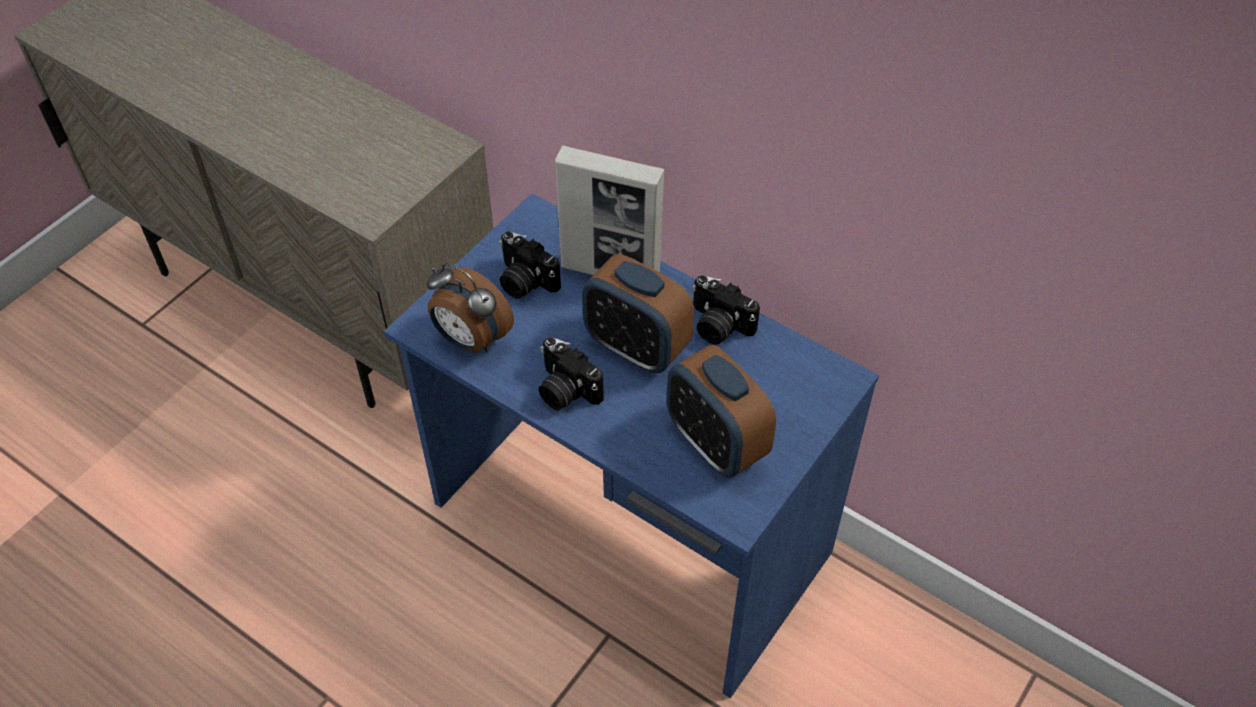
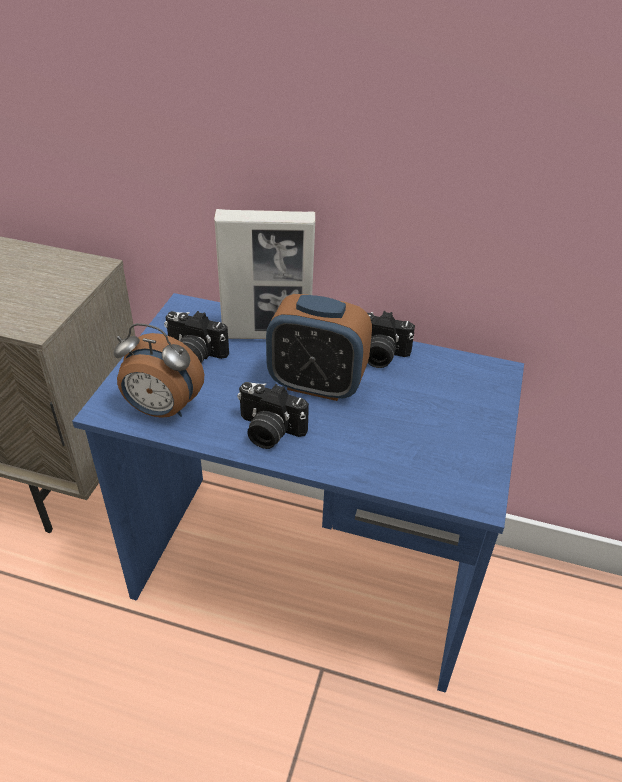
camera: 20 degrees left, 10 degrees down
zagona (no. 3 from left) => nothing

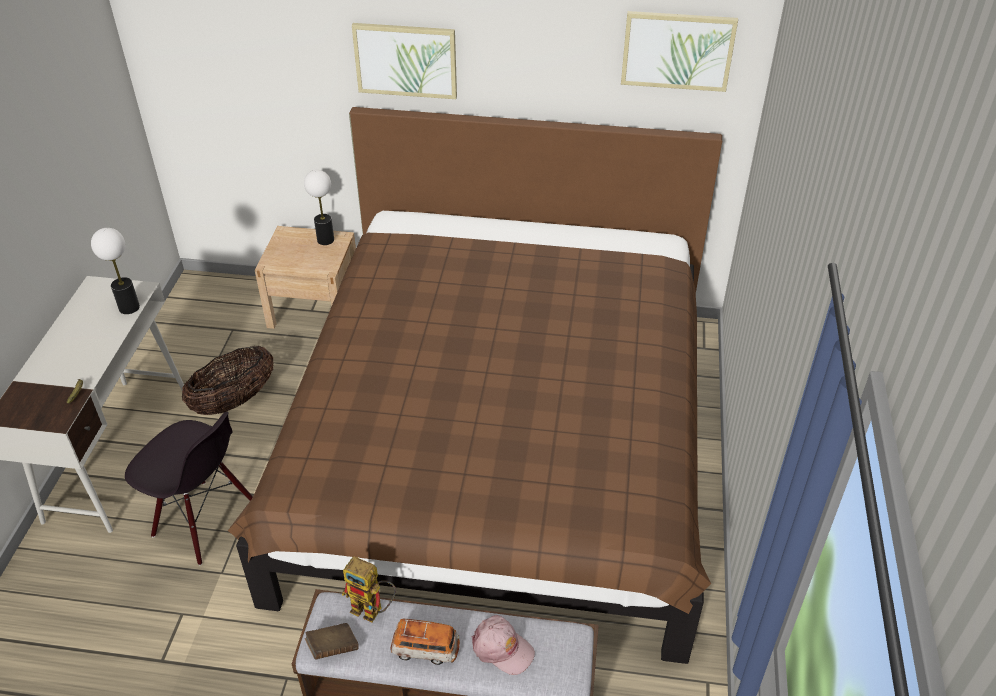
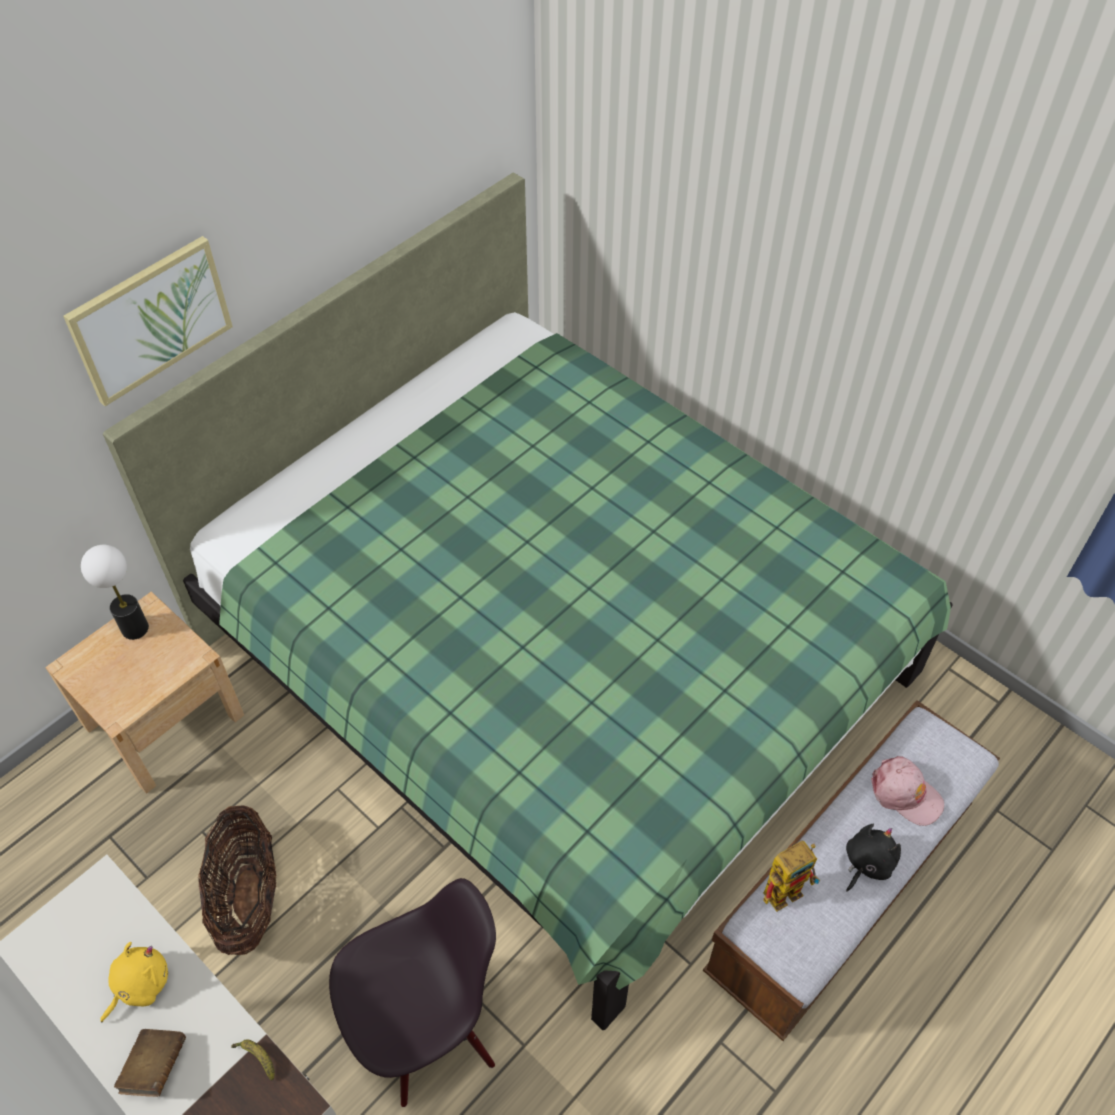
camera: 55 degrees left, 10 degrees up
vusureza (no. 1 from left) => nothing
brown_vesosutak => green_vesosutak
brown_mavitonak, shifted
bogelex => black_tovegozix
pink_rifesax, 60 degrees clockwise
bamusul (no. 2 from left) => nothing
nothing => yellow_tovegozix

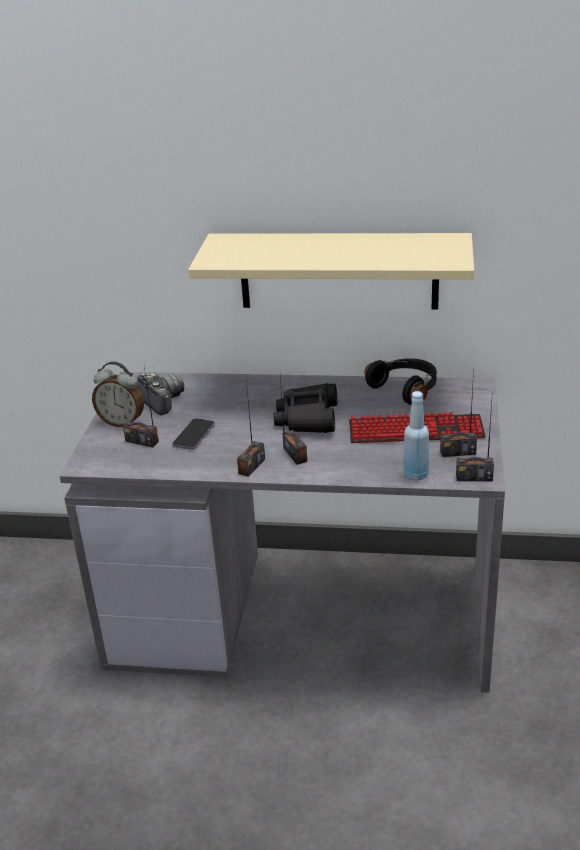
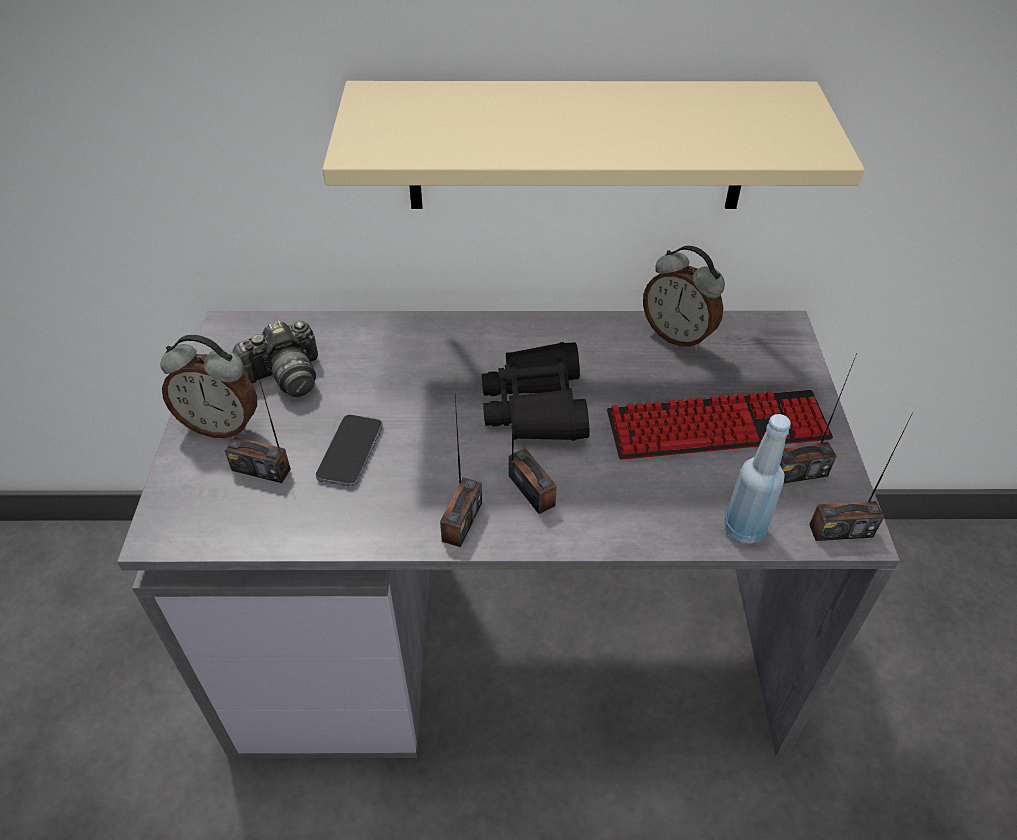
camera: 10 degrees left, 15 degrees up
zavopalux, 105 degrees clockwise
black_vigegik => zagona (no. 2 from left)

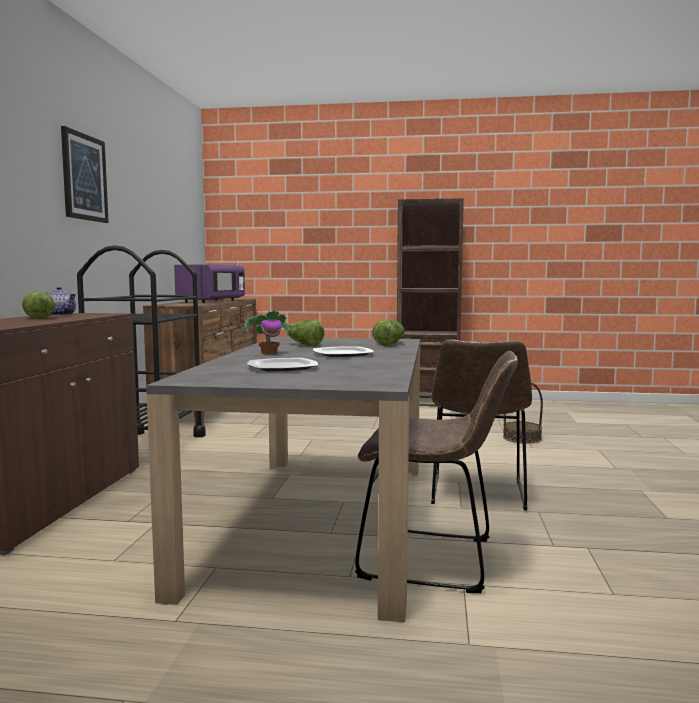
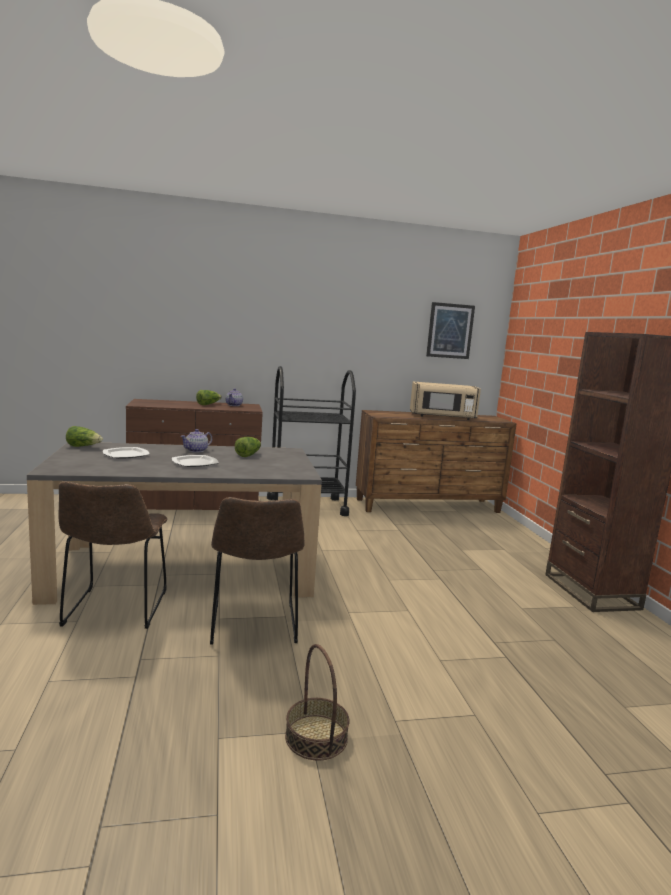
camera: 70 degrees right, 5 degrees up
bamusul, shifted
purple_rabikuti => beige_rabikuti
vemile => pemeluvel (no. 1 from left)
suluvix (no. 3 from left in the first image) => suluvix (no. 1 from left), shifted
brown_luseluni (no. 2 from left), 90 degrees counterclockwise
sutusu, shifted

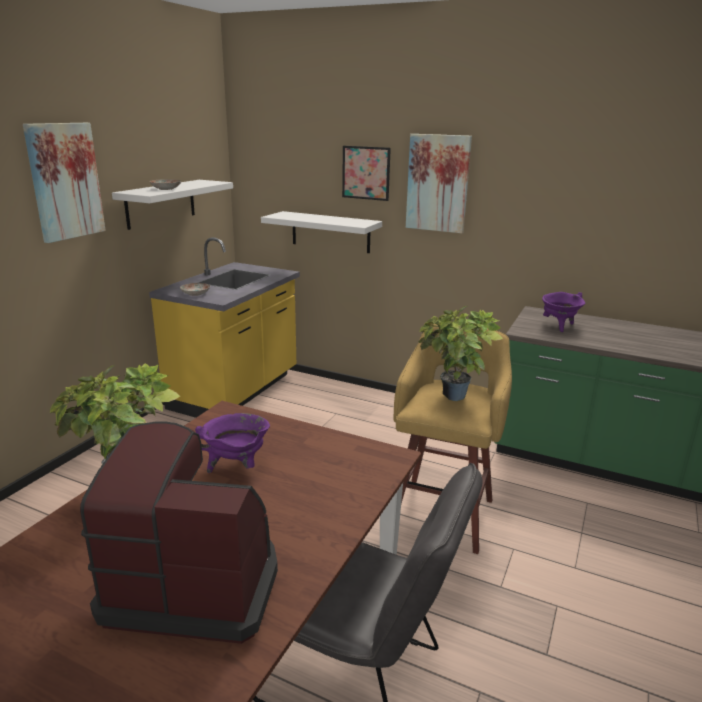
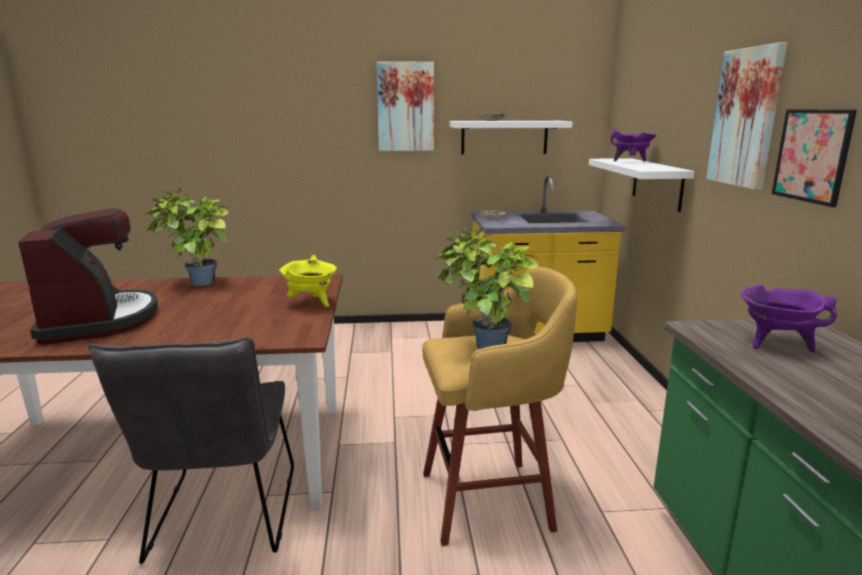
camera: 60 degrees right, 5 degrees down
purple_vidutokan (no. 1 from left), shifted
bamusul (no. 2 from left in the first image) => bamusul (no. 3 from left), shifted
nothing => yellow_vidutokan

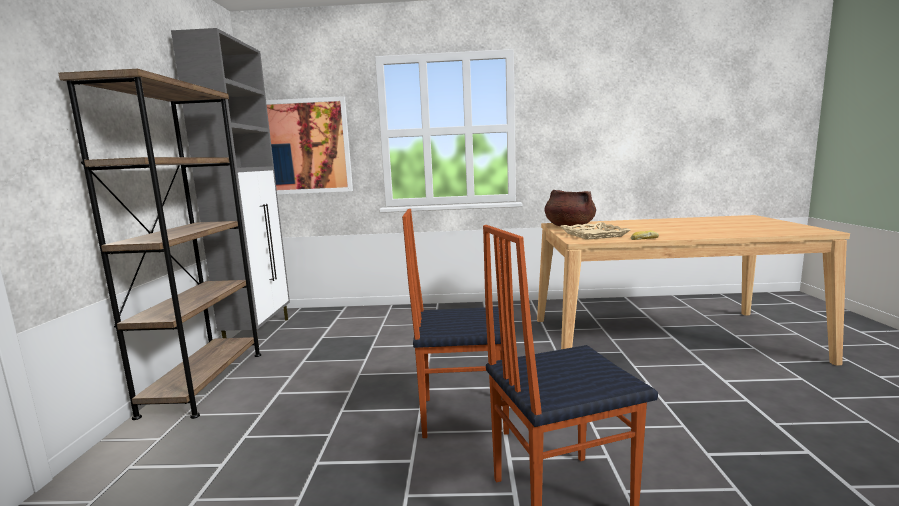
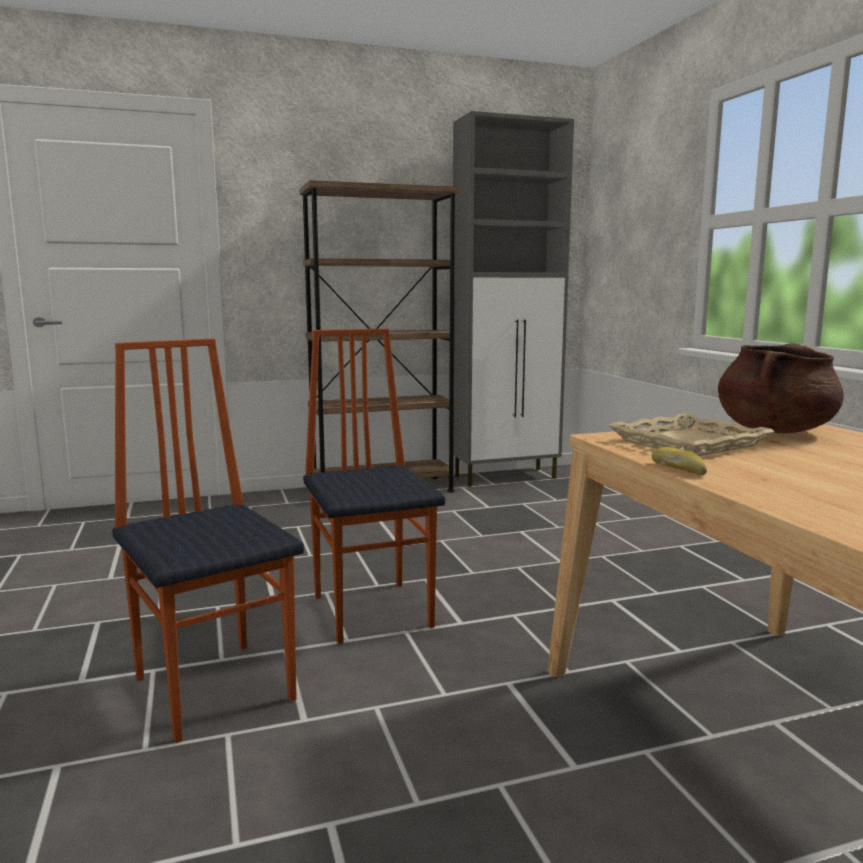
camera: 70 degrees right, 0 degrees up
bamusul => nothing

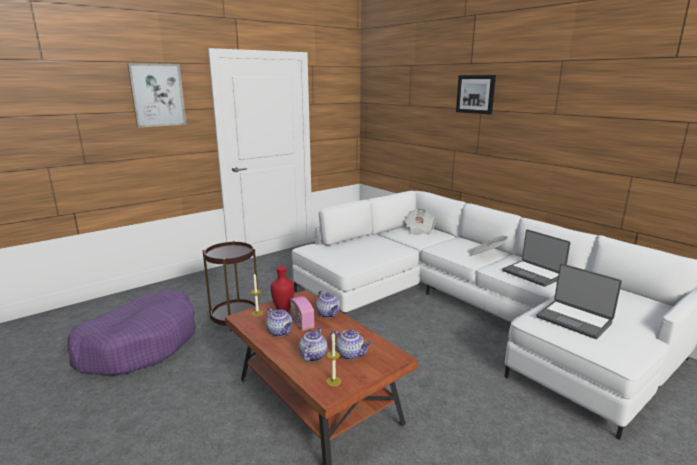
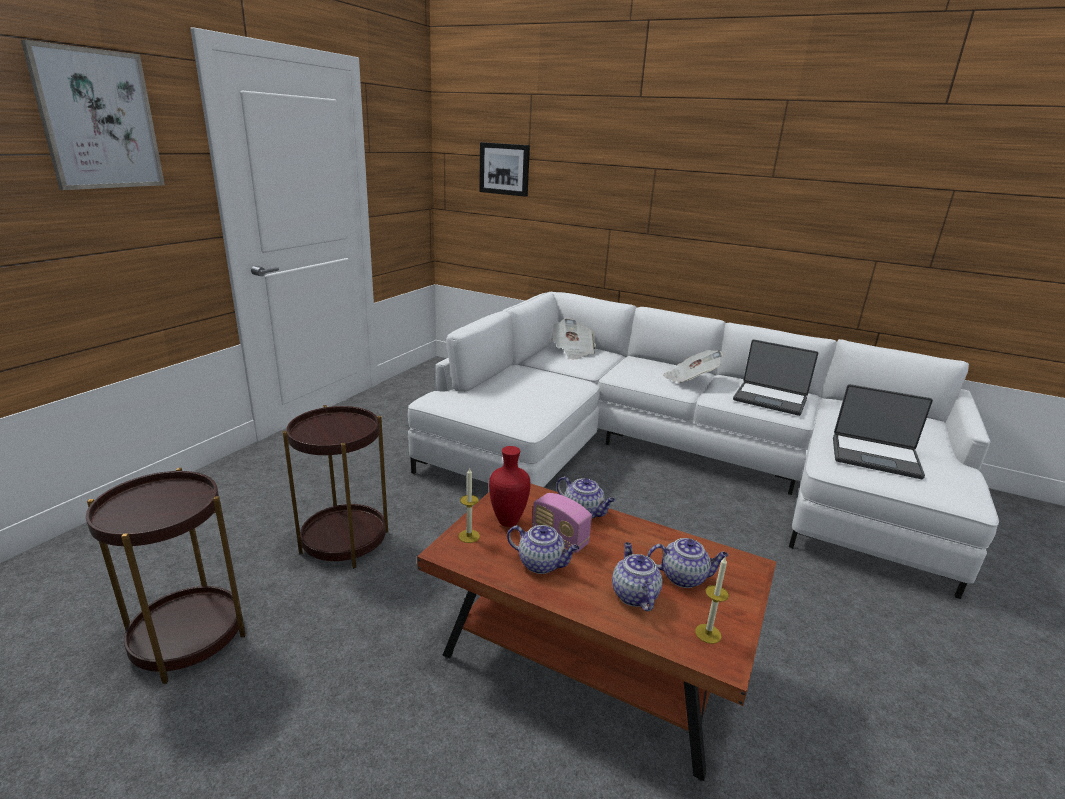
camera: 25 degrees left, 5 degrees up
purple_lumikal => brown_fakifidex (no. 1 from left)
bamusul (no. 2 from left), shifted

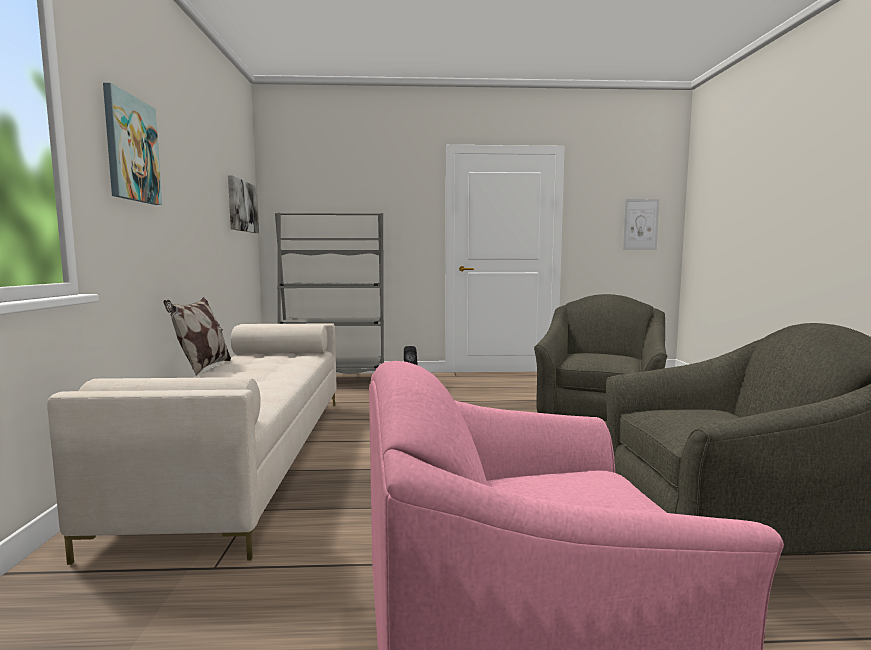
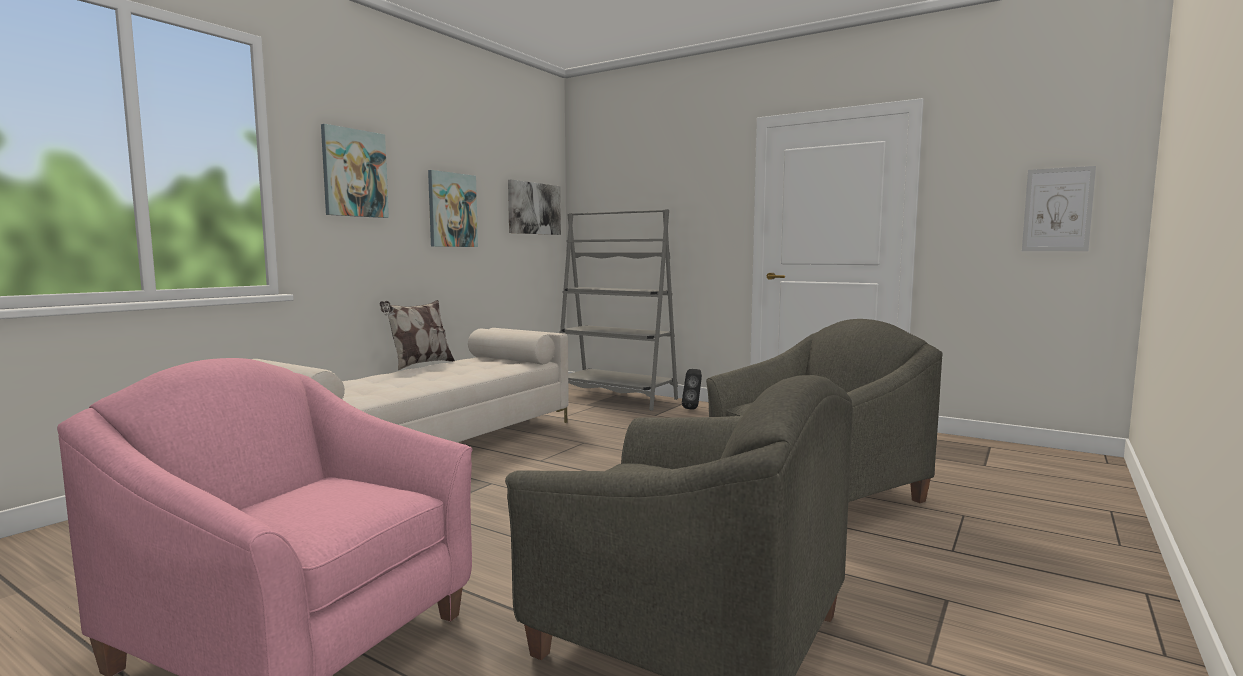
camera: 35 degrees right, 0 degrees up
nothing => bamusul (no. 2 from left)

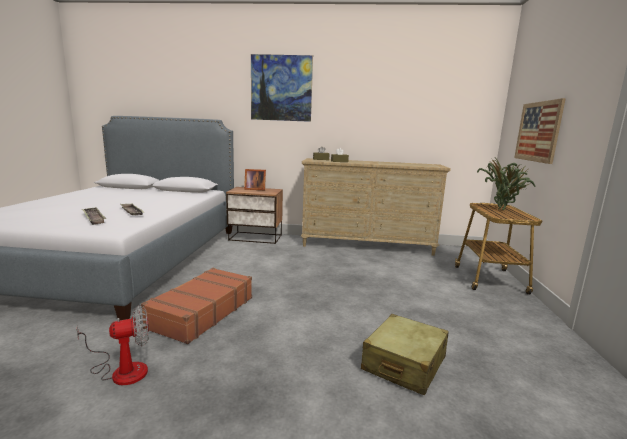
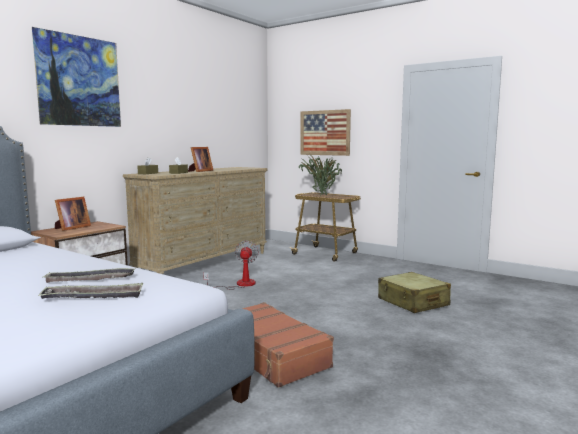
camera: 60 degrees left, 5 degrees down
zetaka, shifted
nothing => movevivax (no. 2 from left)

